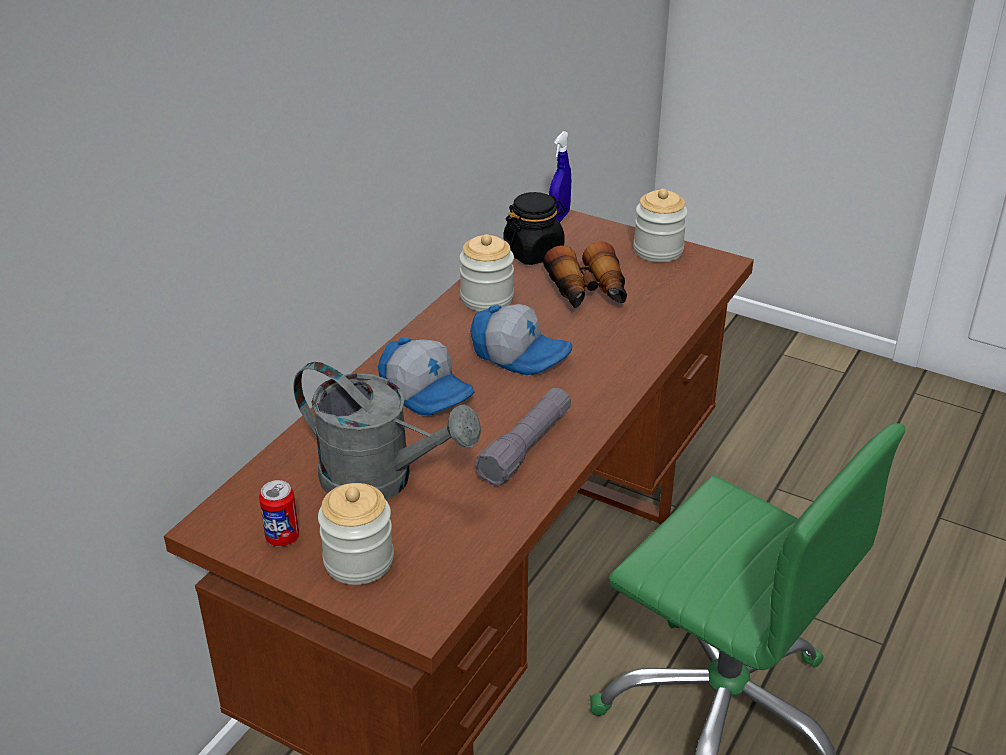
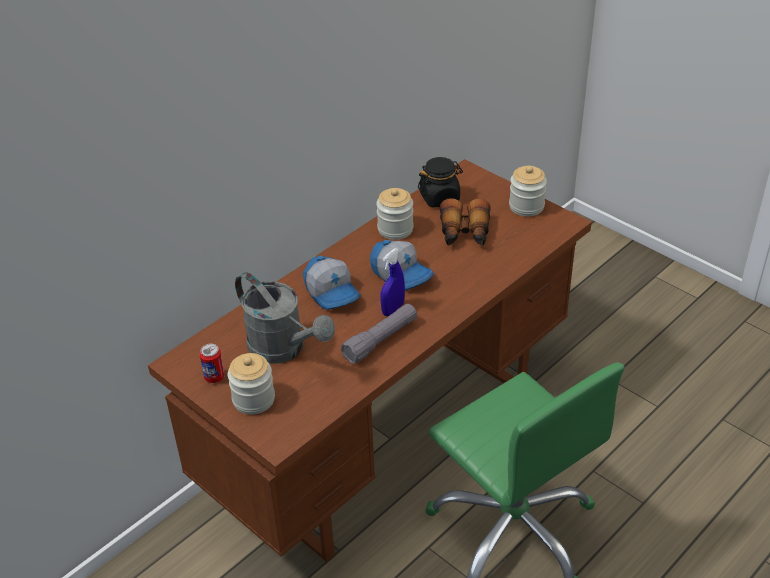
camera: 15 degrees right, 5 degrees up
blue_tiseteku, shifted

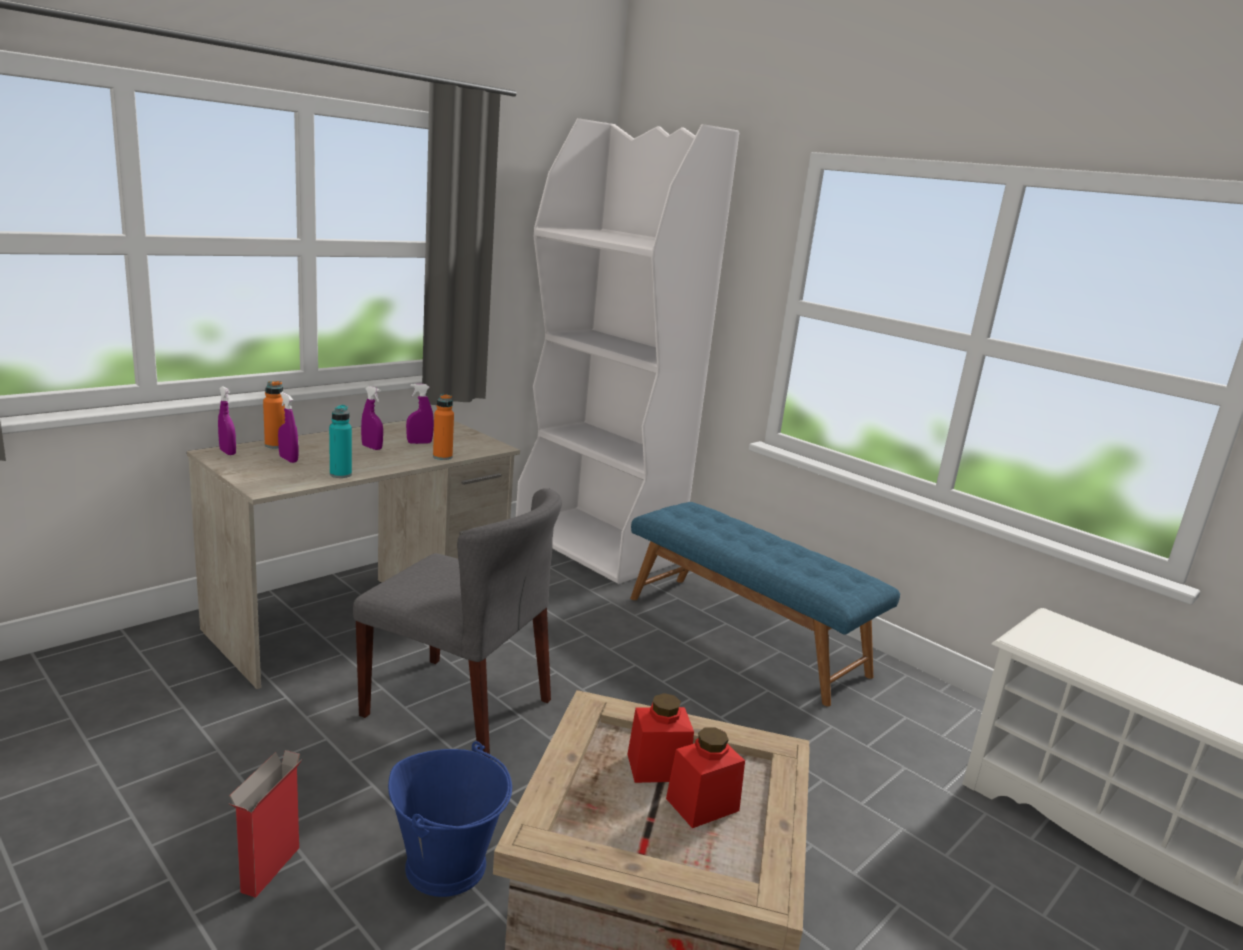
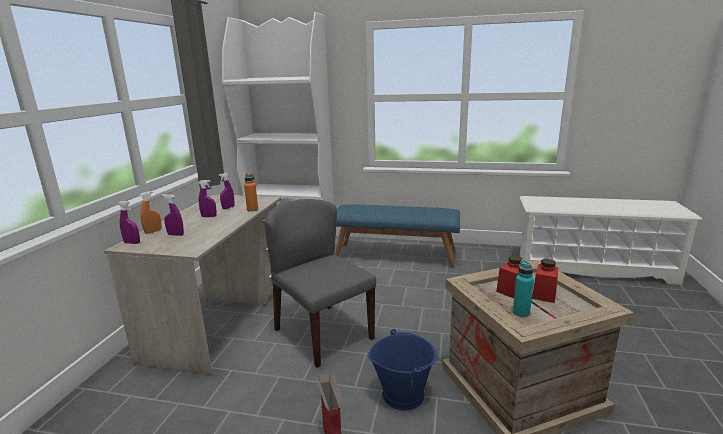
camera: 30 degrees left, 0 degrees up
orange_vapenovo (no. 1 from left) => orange_tiseteku
turquoise_vapenovo, shifted
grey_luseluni, 120 degrees counterclockwise

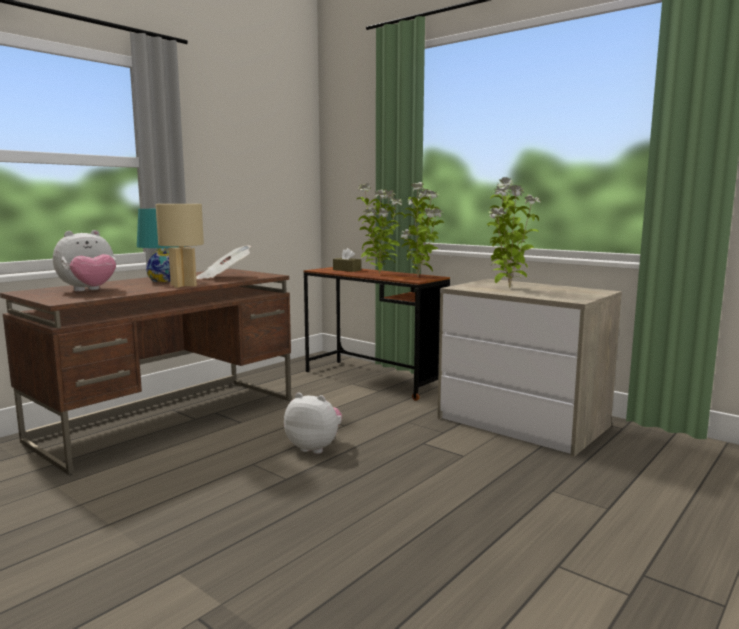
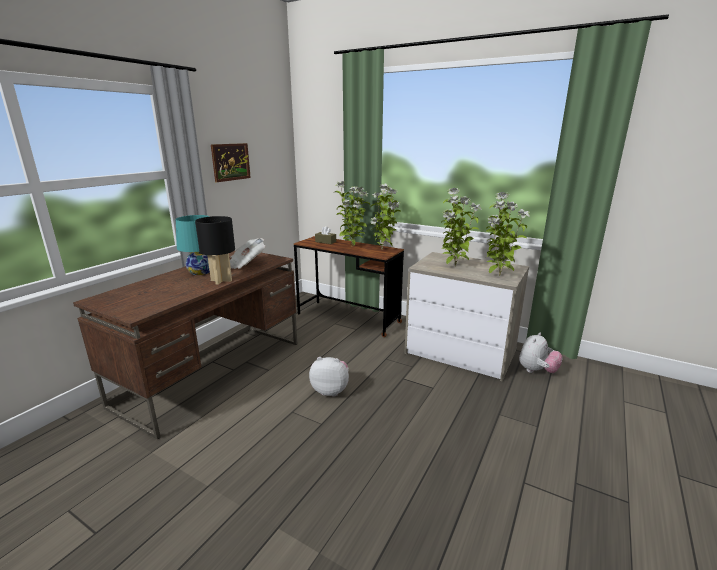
camera: 10 degrees left, 10 degrees up
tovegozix (no. 1 from left in the first image) => tovegozix (no. 2 from left), shifted
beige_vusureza => black_vusureza
nothing => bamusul
nothing => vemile (no. 4 from left)

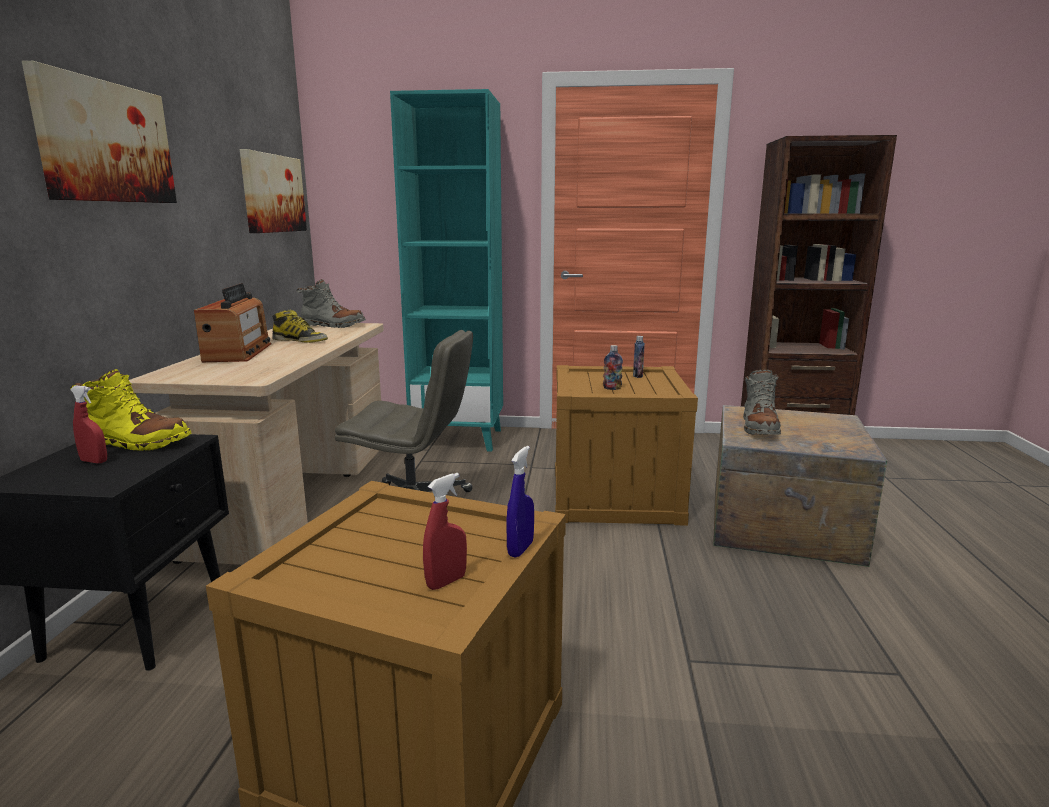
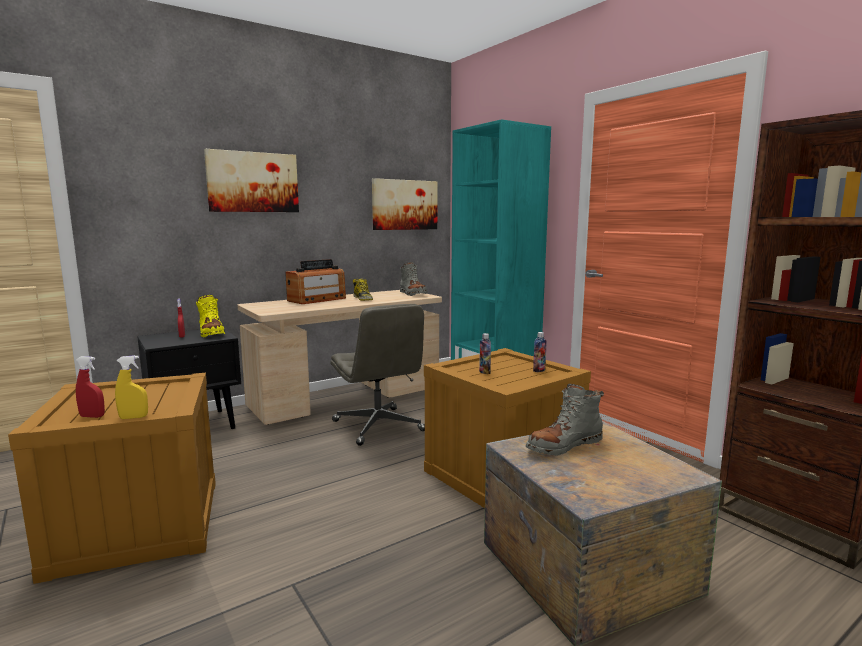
camera: 50 degrees right, 5 degrees down
blue_tiseteku => yellow_tiseteku

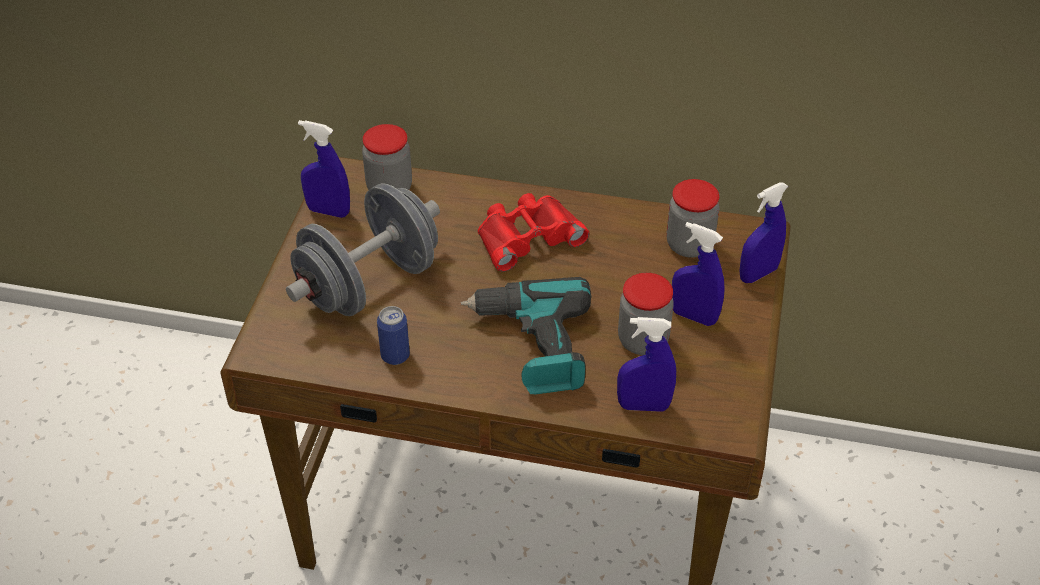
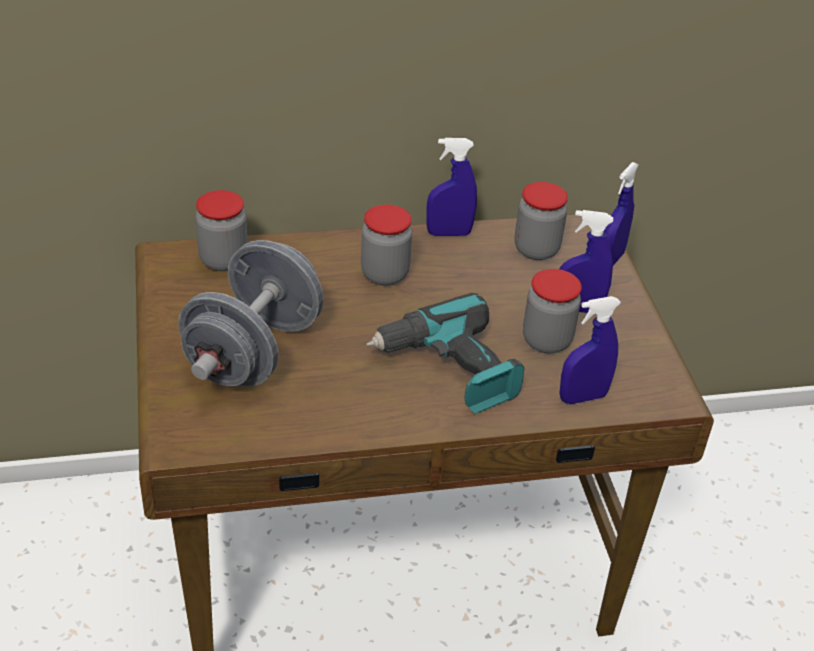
camera: 25 degrees left, 5 degrees down
blue_tiseteku (no. 1 from left), shifted
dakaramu => nothing
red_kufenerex => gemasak (no. 2 from left)

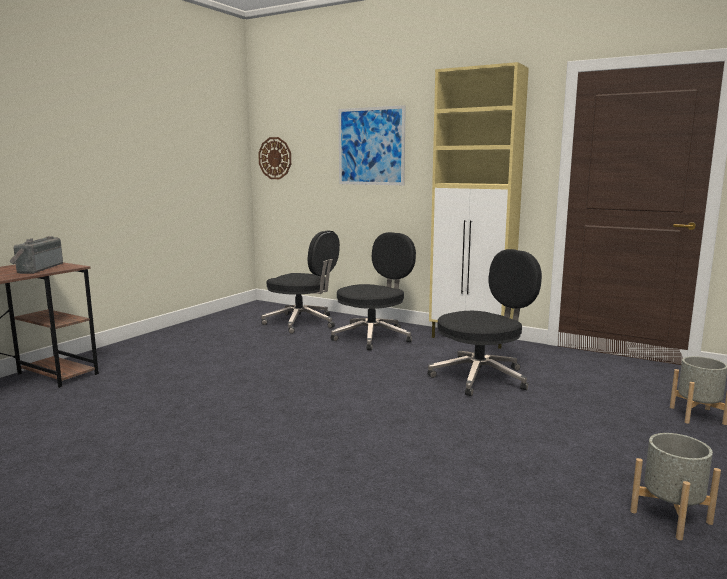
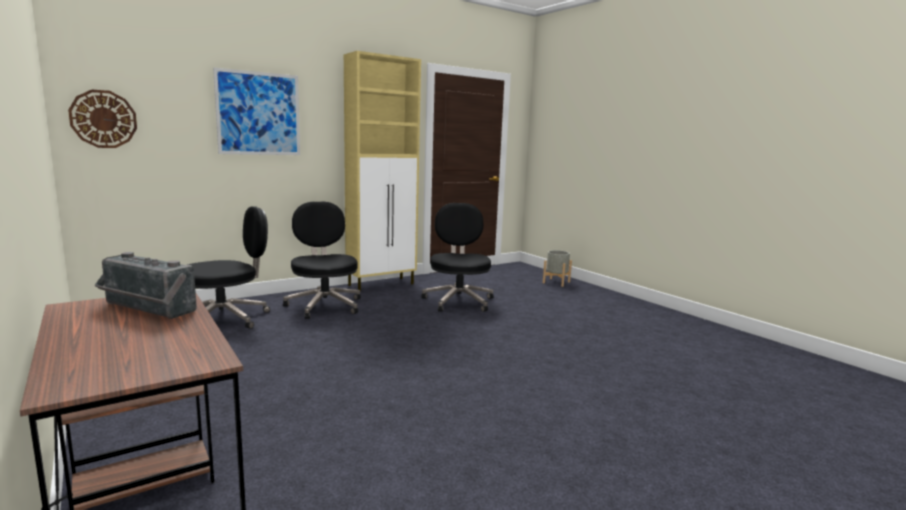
camera: 65 degrees left, 0 degrees up
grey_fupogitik (no. 1 from left) => nothing

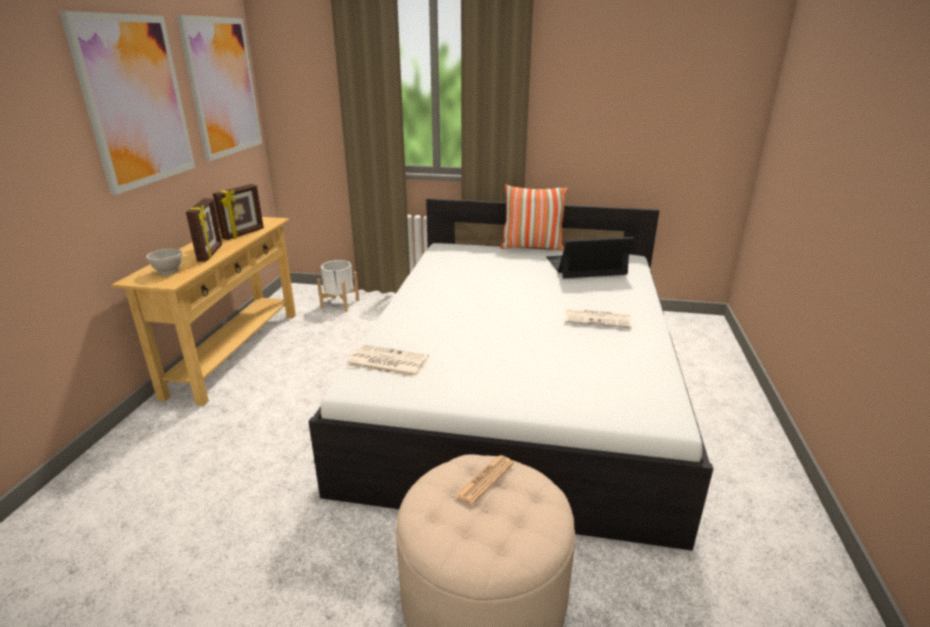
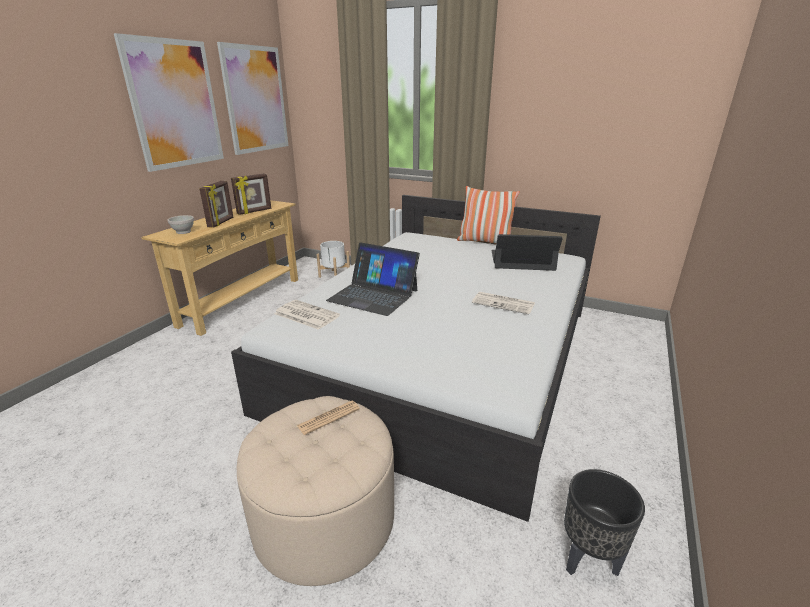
camera: 15 degrees right, 0 degrees up
nothing => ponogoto (no. 1 from left)
nothing => black_fupogitik

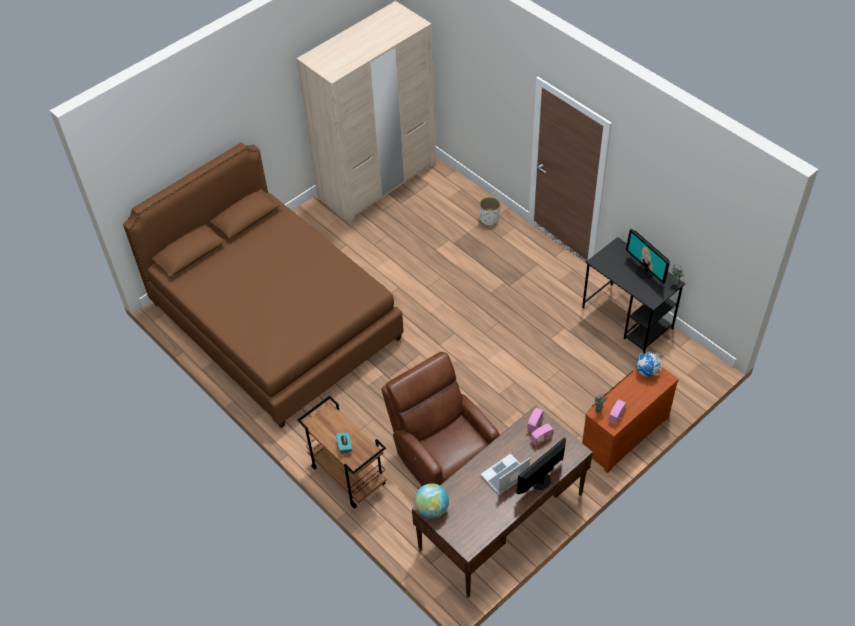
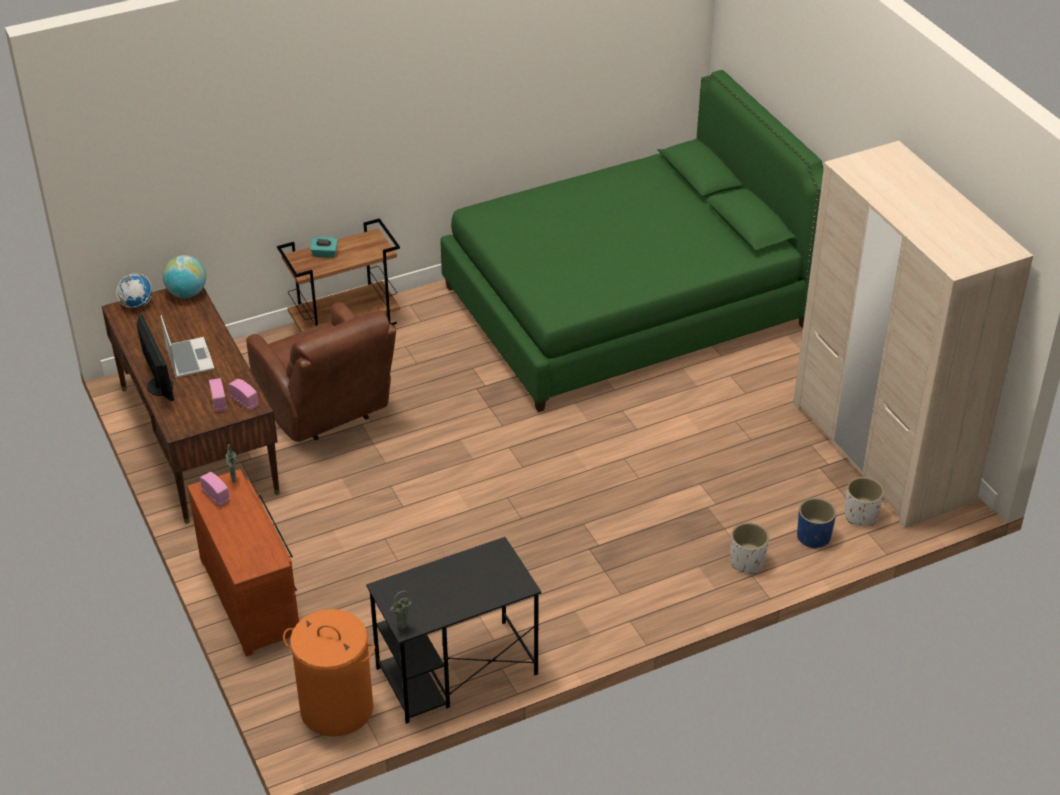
camera: 105 degrees right, 10 degrees down
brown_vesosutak => green_vesosutak
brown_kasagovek, 75 degrees clockwise
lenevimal (no. 2 from left) => nothing
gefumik (no. 2 from left in the first image) => gefumik (no. 1 from left), shifted
nothing => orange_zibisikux
nothing => blue_fupogitik
nothing => white_fupogitik (no. 2 from left)

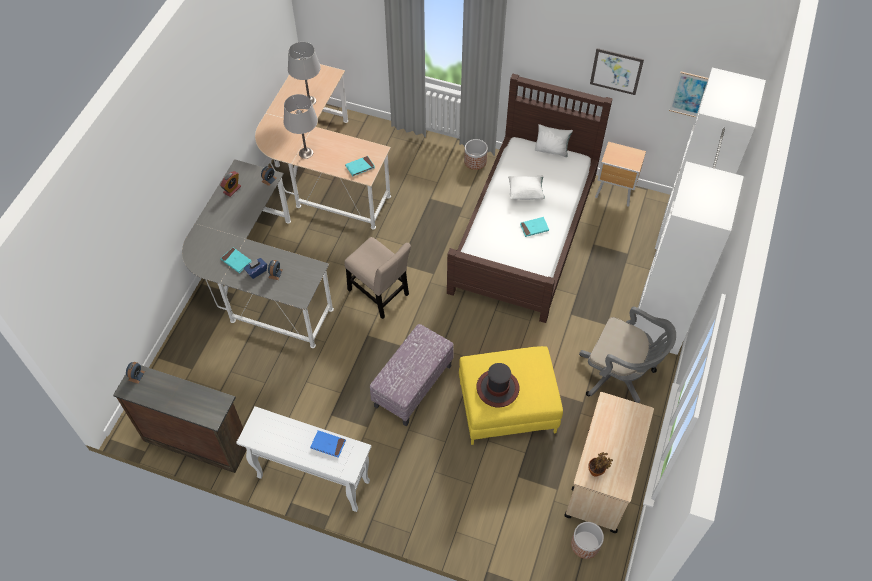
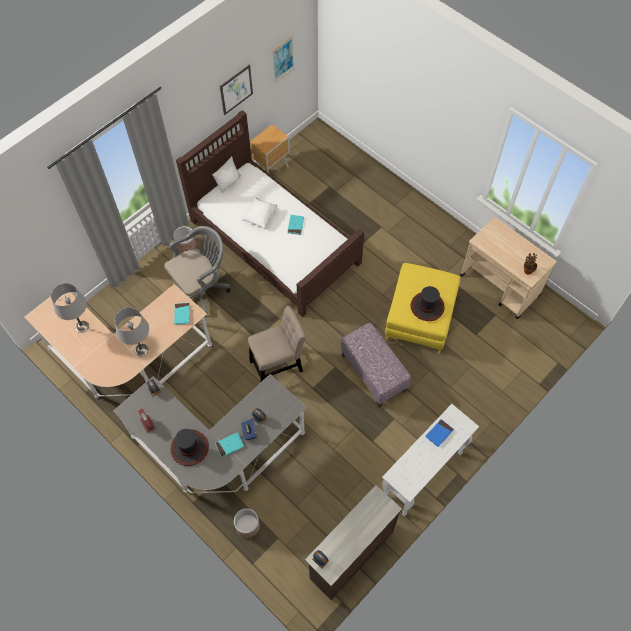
camera: 65 degrees left, 5 degrees up
fupogitik (no. 2 from left), shifted
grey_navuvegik, shifted
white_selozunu => nothing
nothing => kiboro (no. 1 from left)

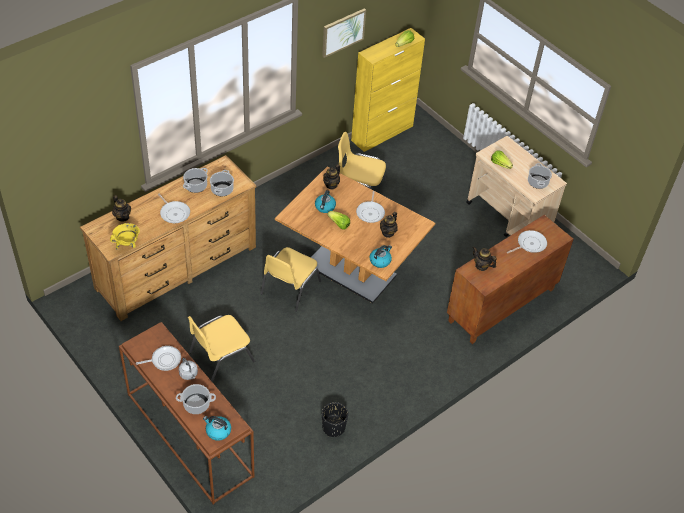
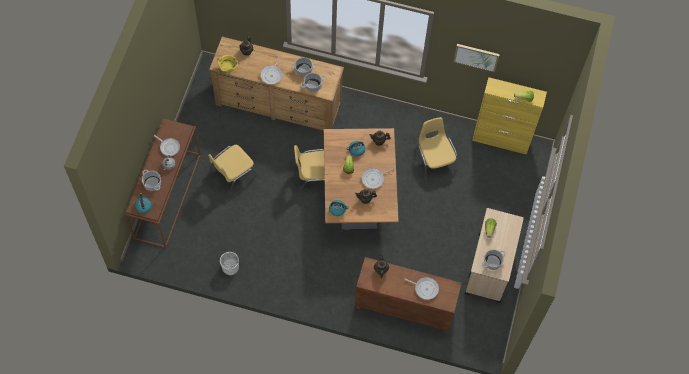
camera: 55 degrees right, 15 degrees up
yellow_luseluni (no. 1 from left), 60 degrees counterclockwise
black_fupogitik => white_fupogitik

